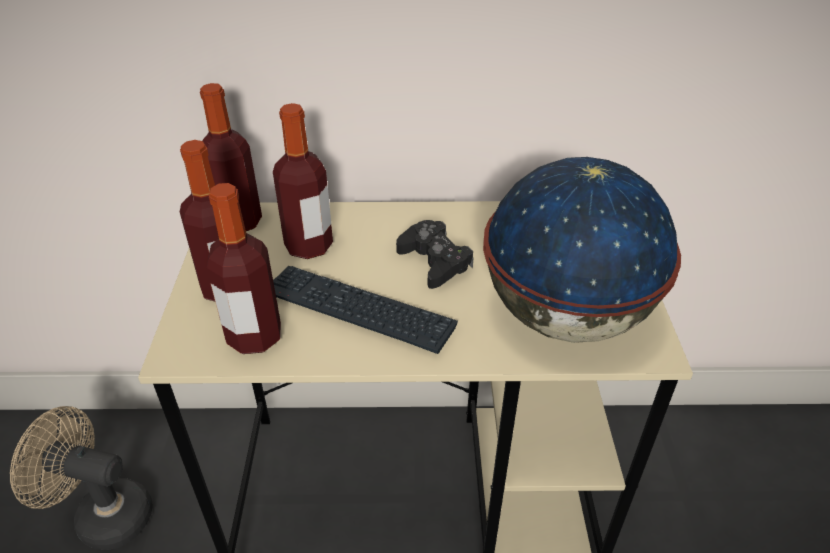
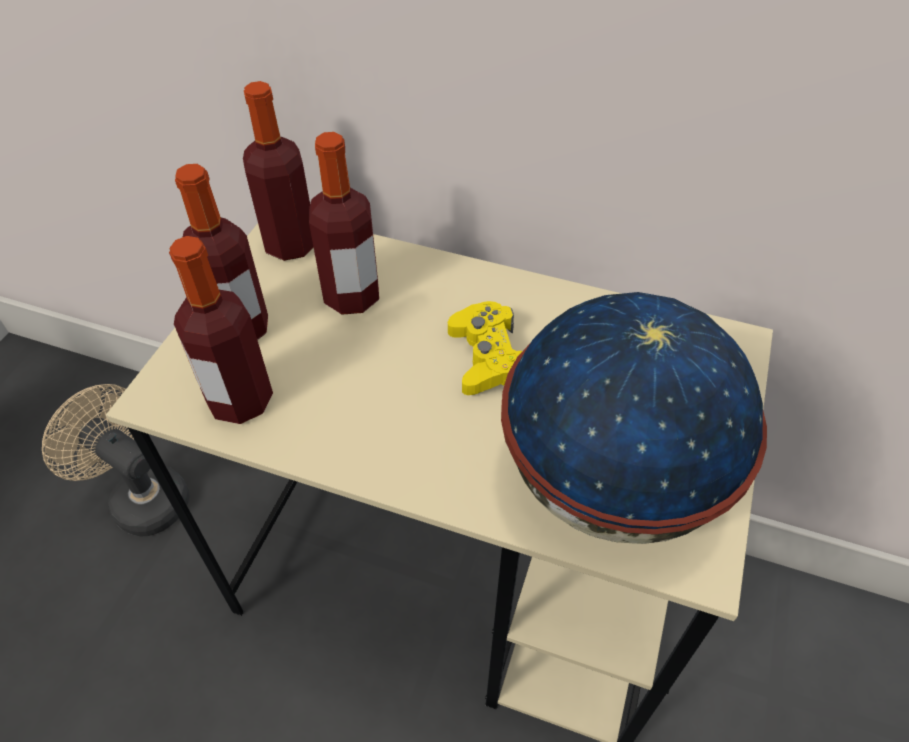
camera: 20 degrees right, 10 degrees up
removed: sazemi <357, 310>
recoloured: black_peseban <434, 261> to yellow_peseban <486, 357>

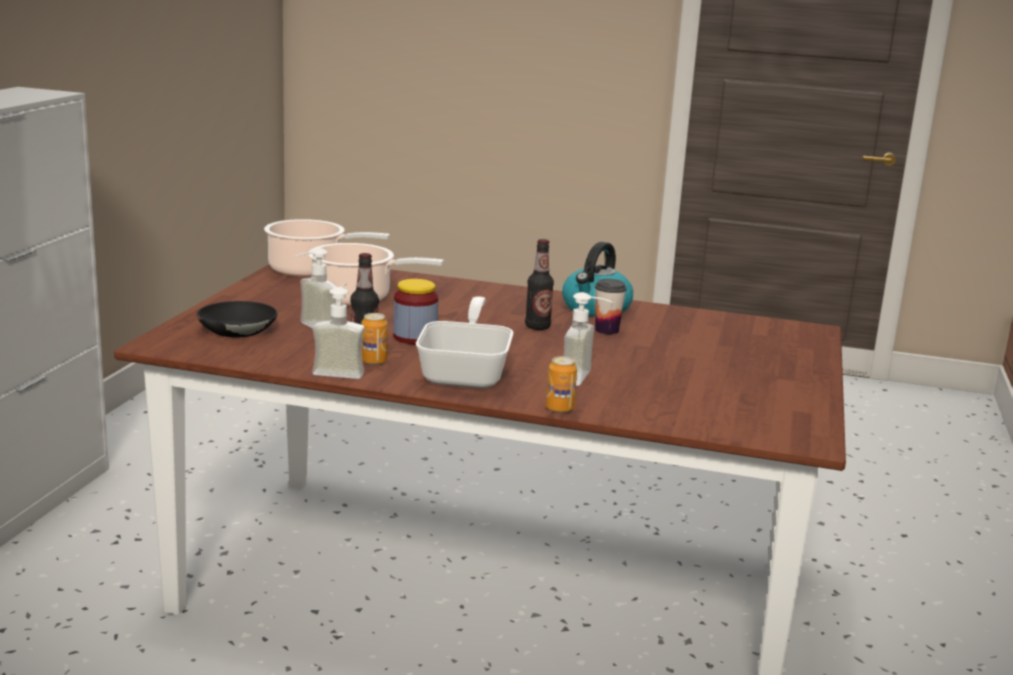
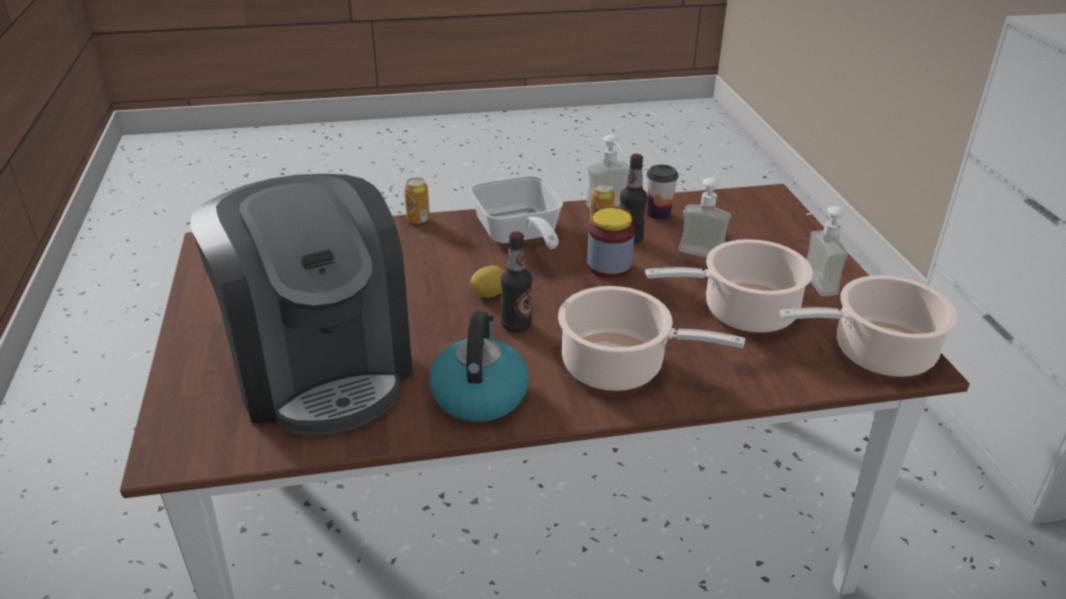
camera: 155 degrees right, 15 degrees up
removed: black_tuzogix <236, 329>
added: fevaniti <320, 368>; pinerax <489, 293>; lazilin <619, 367>
moved: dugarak <606, 330> to <658, 214>; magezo <586, 379> to <810, 284>

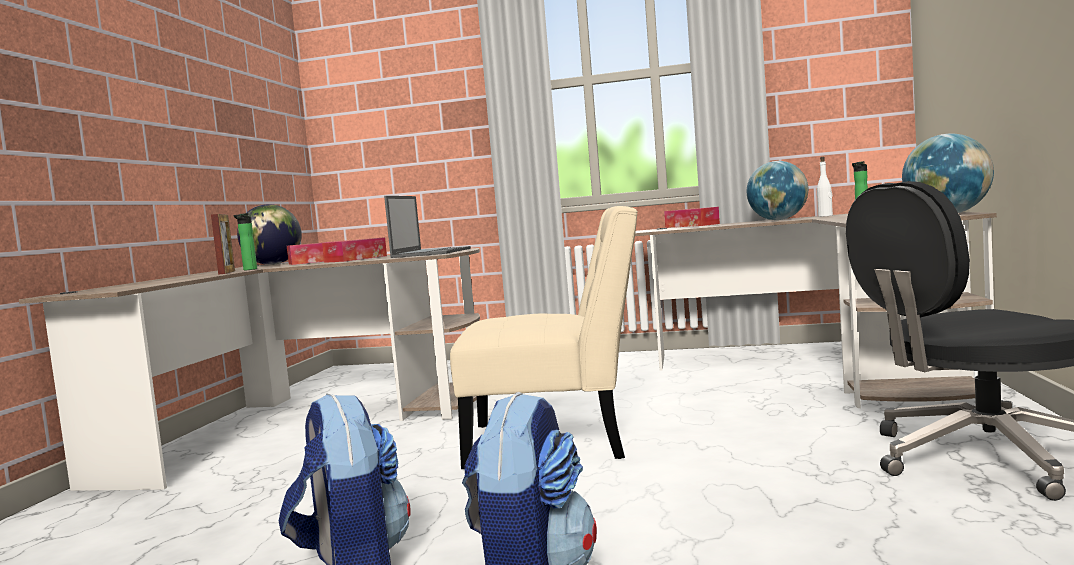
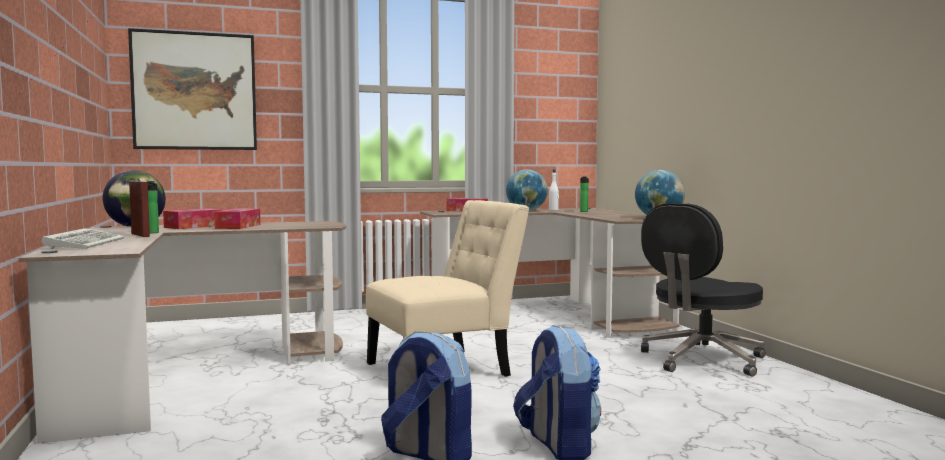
camera: 30 degrees left, 0 degrees up
removed: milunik <432, 253>
added: sazemi <85, 243>; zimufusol <195, 91>

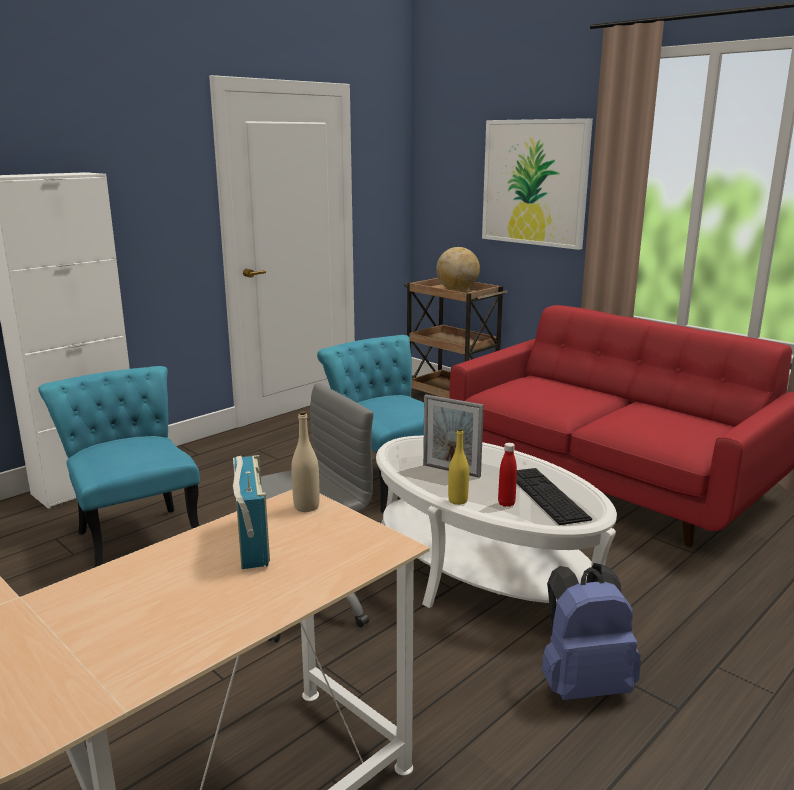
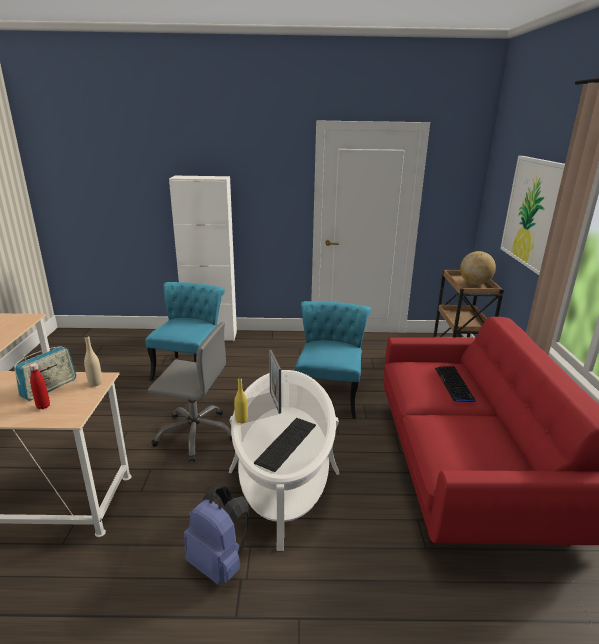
camera: 45 degrees right, 5 degrees up
added: sazemi <454, 384>
moved: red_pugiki <506, 503> to <43, 406>

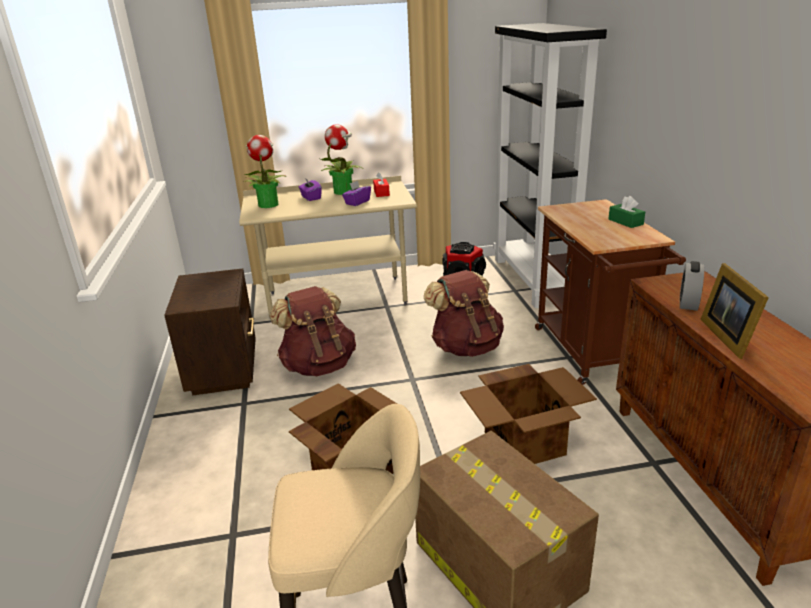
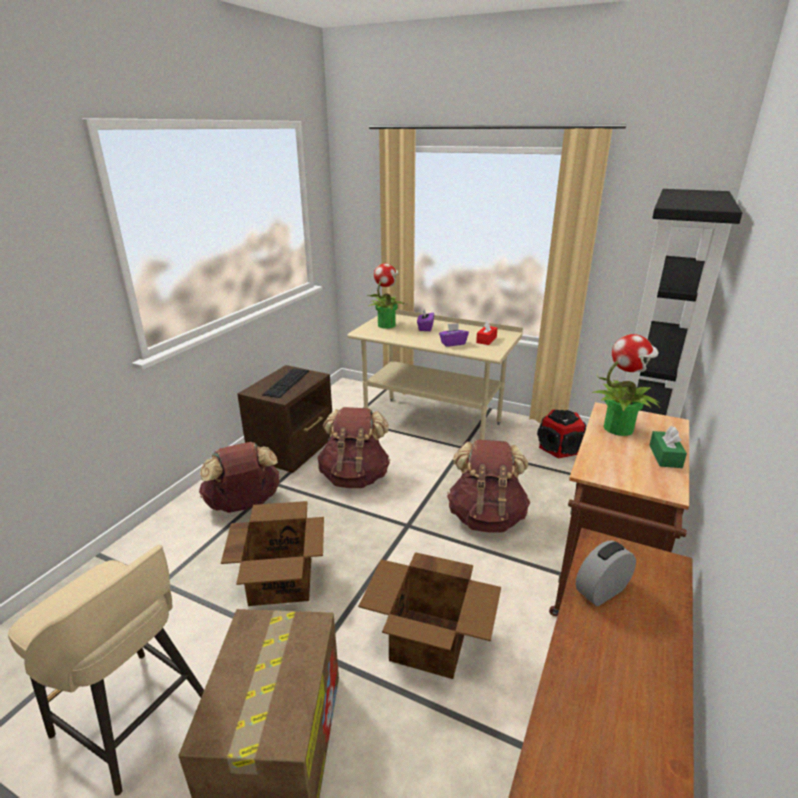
camera: 35 degrees right, 0 degrees up
removed: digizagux <728, 336>
added: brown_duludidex <244, 505>; sazemi <286, 382>
moved: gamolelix <343, 191> to <619, 428>

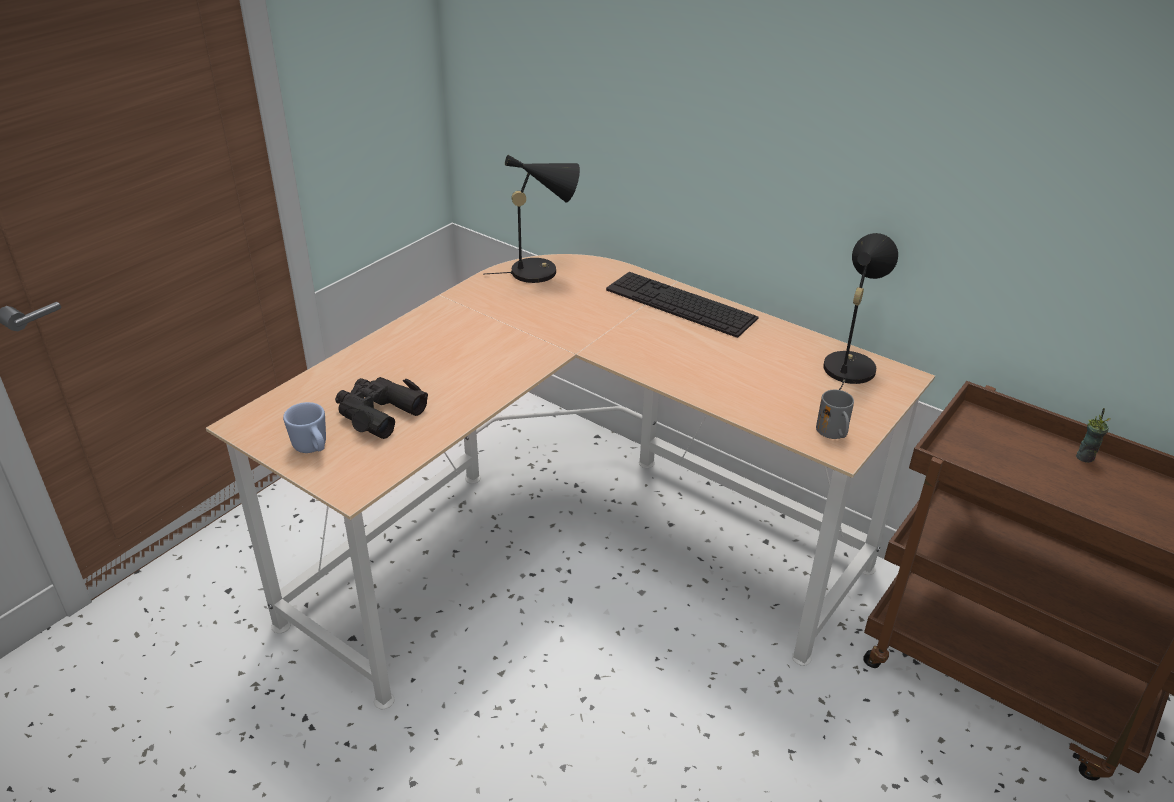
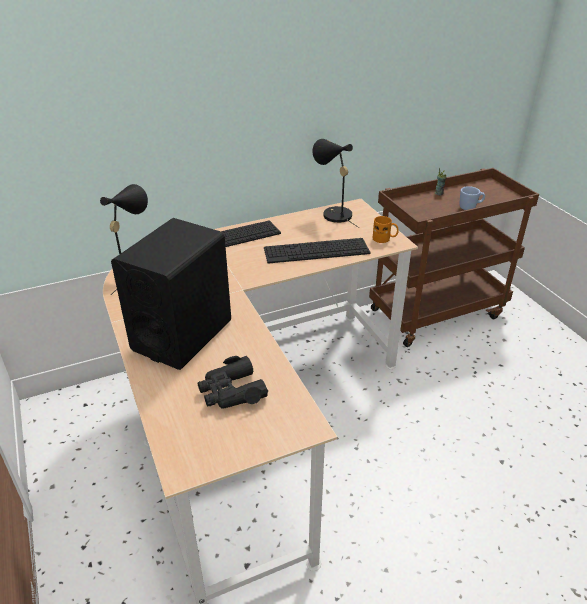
camera: 60 degrees left, 0 degrees up
added: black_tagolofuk <182, 335>; sazemi <316, 251>
moved: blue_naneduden <312, 448> to <470, 207>
recoloured: grey_naneduden <834, 433> to orange_naneduden <384, 239>

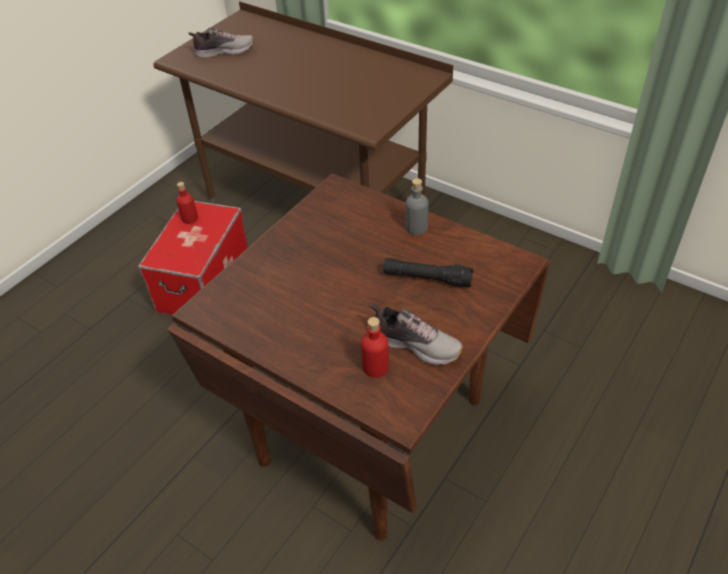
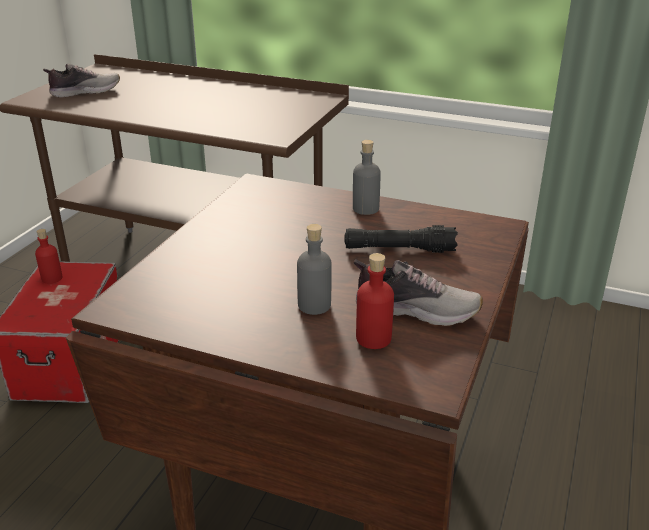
camera: 15 degrees left, 15 degrees down
added: grey_pugiki <314, 305>

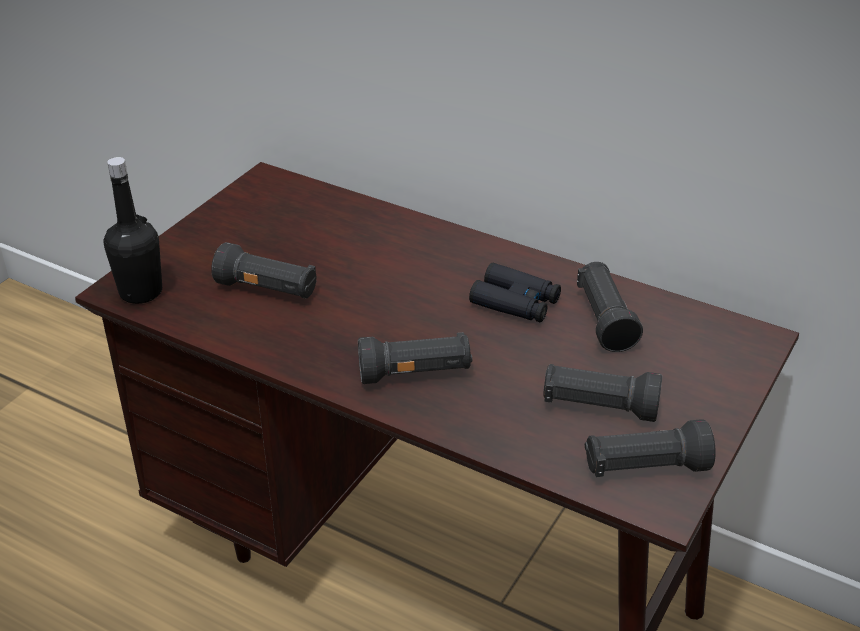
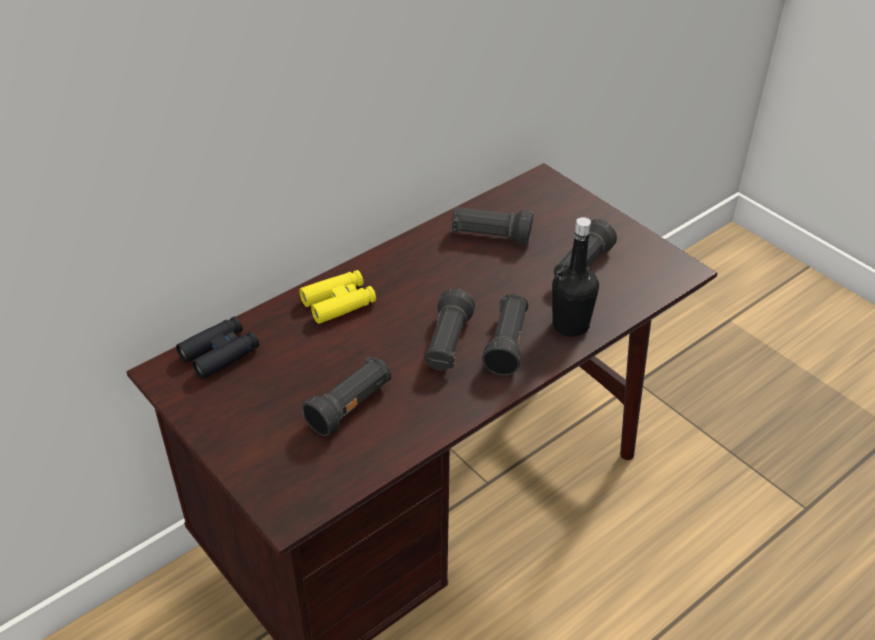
camera: 70 degrees left, 5 degrees up
added: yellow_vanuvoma <339, 303>
moved: black_vanuvoma <515, 302> to <220, 353>; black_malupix <645, 467> to <447, 344>; black_pugiki <141, 292> to <570, 325>

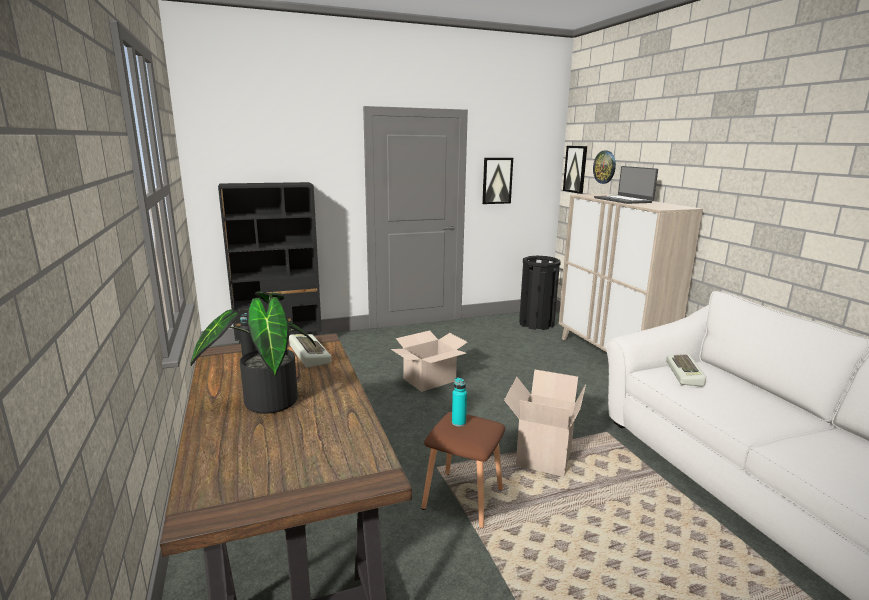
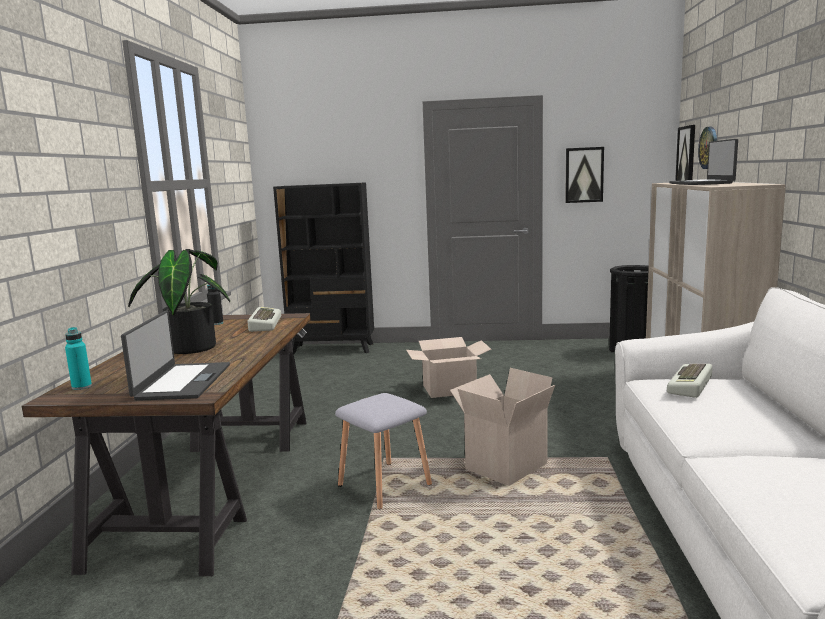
camera: 25 degrees right, 5 degrees down
added: milunik <182, 382>
moved: turquoise_pugiki <458, 423> to <81, 387>
recoloured: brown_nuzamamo <464, 498> to grey_nuzamamo <386, 485>

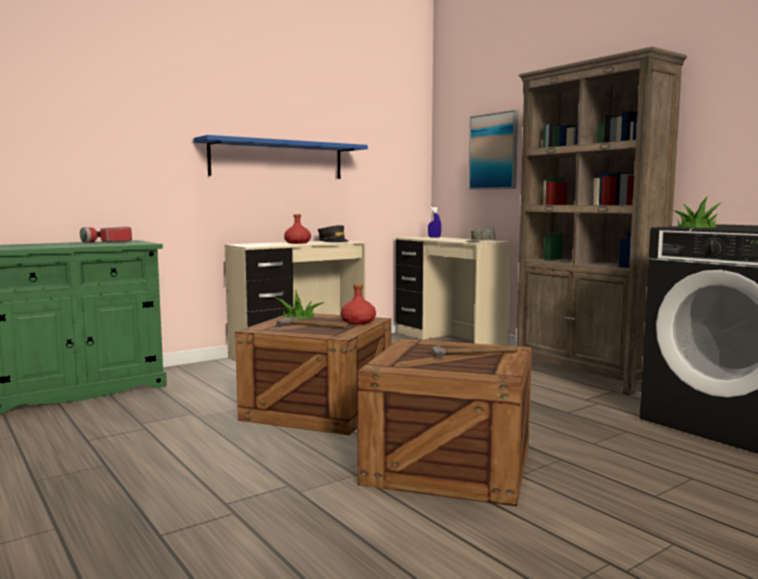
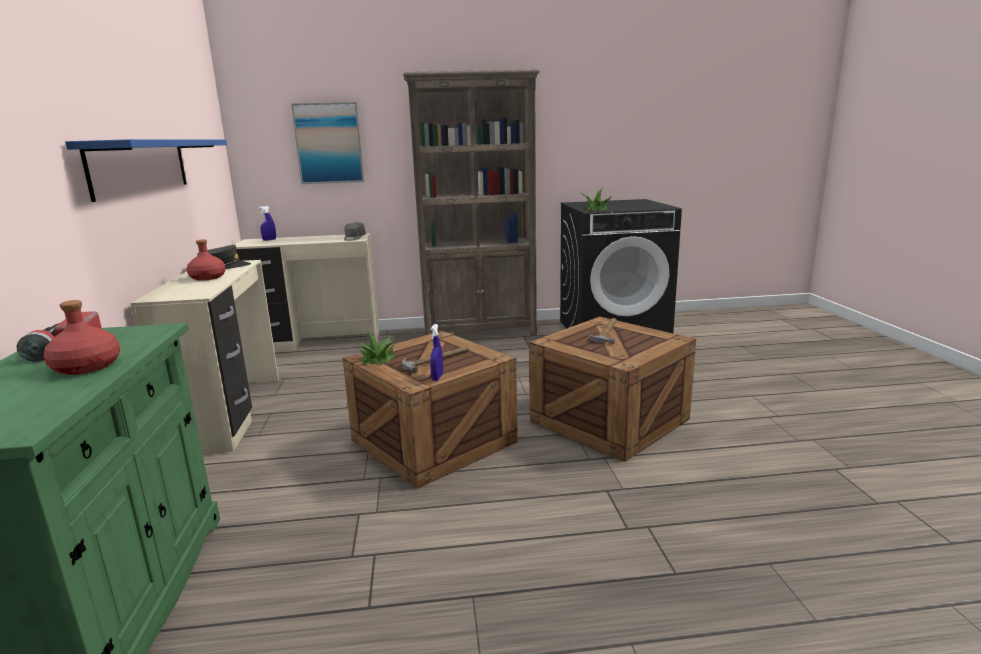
camera: 60 degrees left, 10 degrees up
added: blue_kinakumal <437, 377>
moved: red_pugiki <358, 322> to <87, 366>

